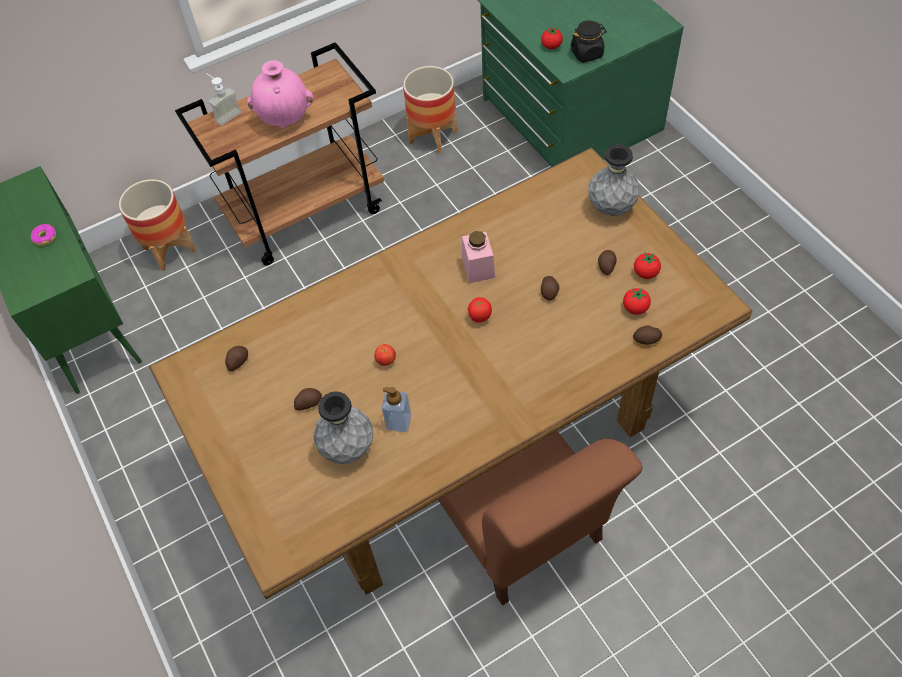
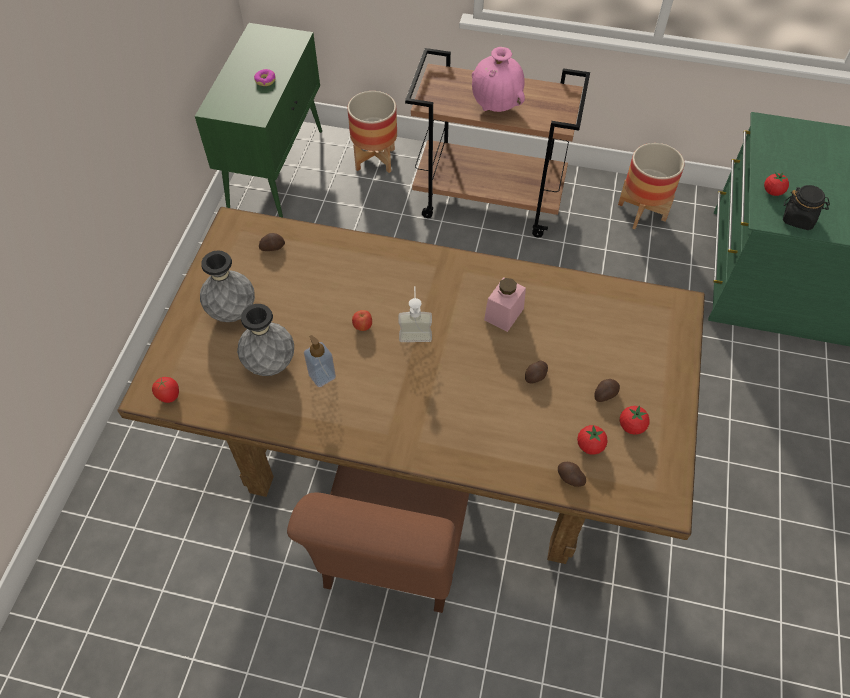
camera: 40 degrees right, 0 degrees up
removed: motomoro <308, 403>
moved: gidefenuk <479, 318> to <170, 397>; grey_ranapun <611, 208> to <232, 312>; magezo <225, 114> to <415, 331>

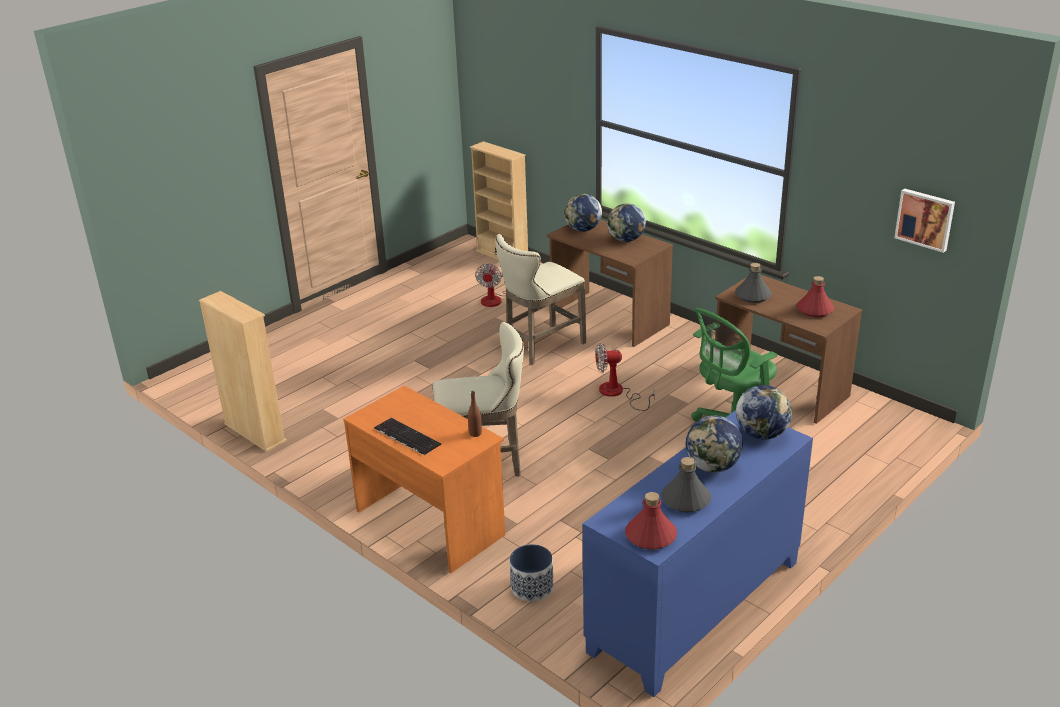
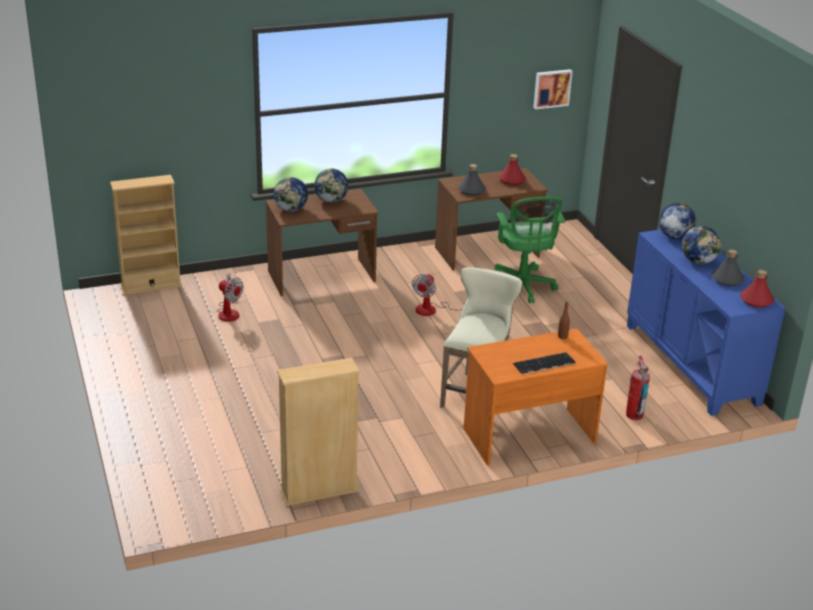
camera: 65 degrees left, 0 degrees up
removed: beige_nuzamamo <540, 347>
replaced: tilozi <532, 587> to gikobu <634, 415>

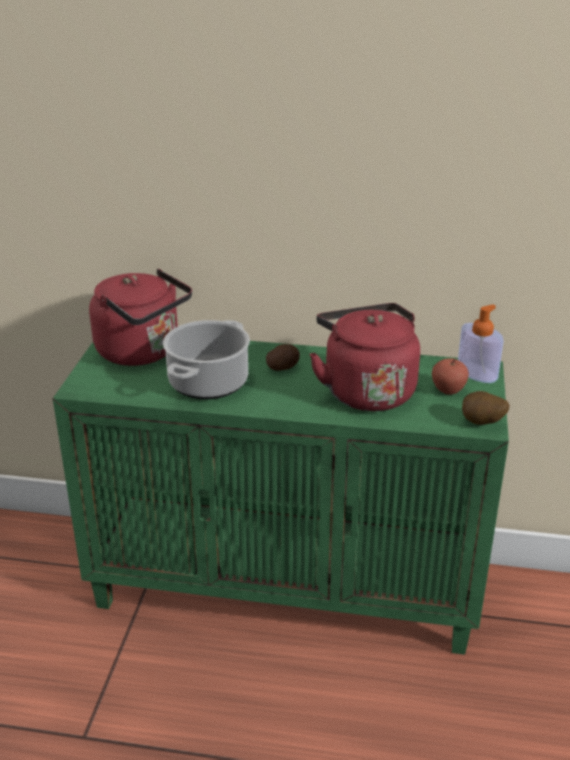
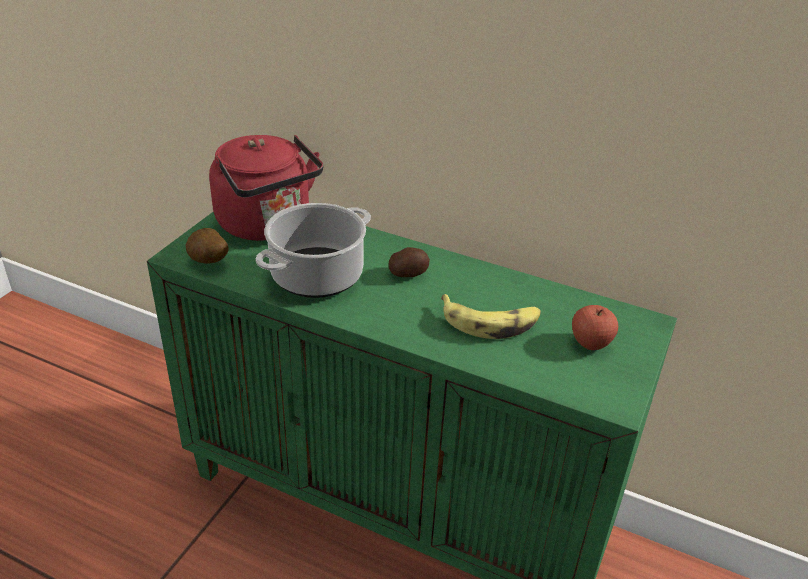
camera: 15 degrees right, 5 degrees up
removed: magezo <477, 373>
moved: motomoro <481, 424> to <208, 263>
replaced: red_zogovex <366, 390> to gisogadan <490, 322>

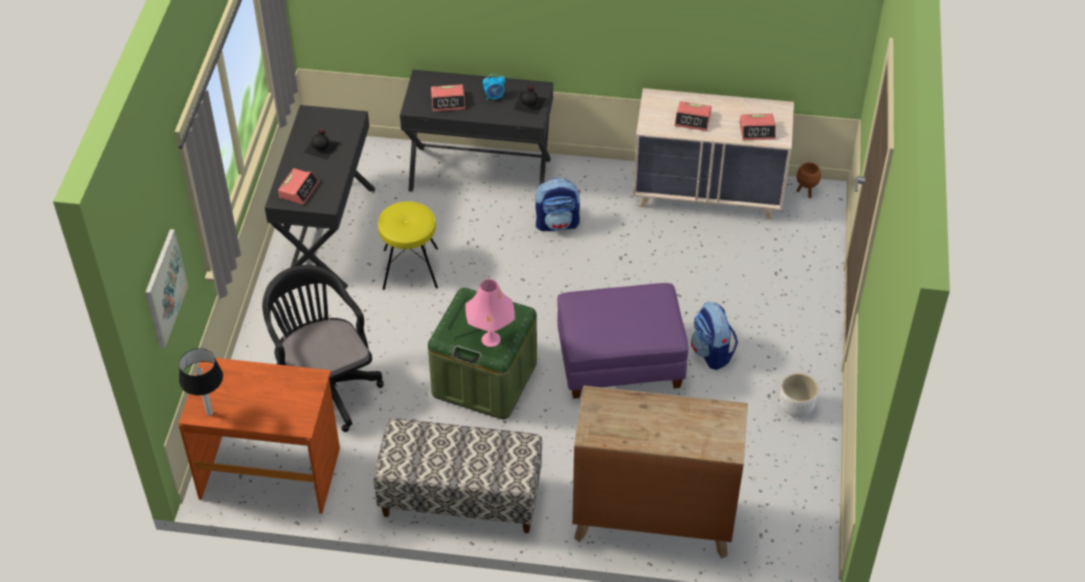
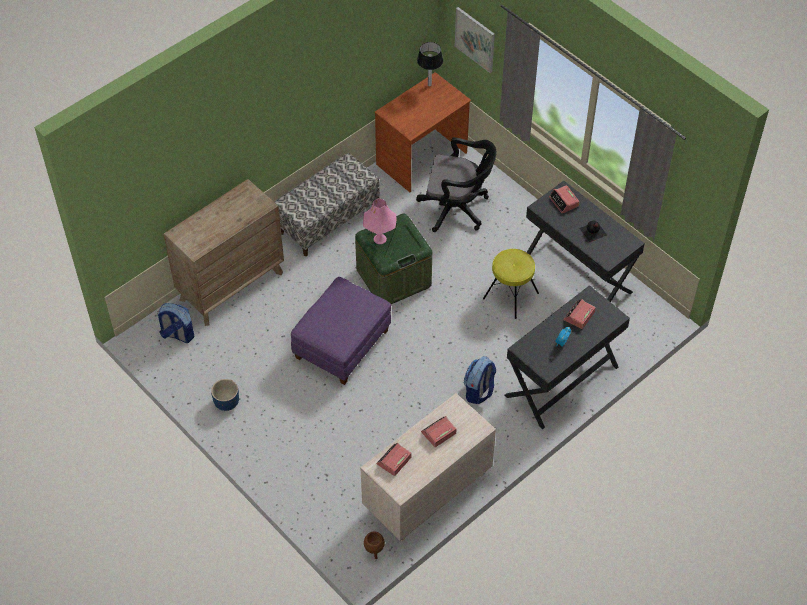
camera: 130 degrees right, 5 degrees up
removed: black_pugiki <530, 103>
moved: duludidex <712, 353> to <177, 335>
recoloured: white_tilozi <795, 407> to blue_tilozi <226, 402>

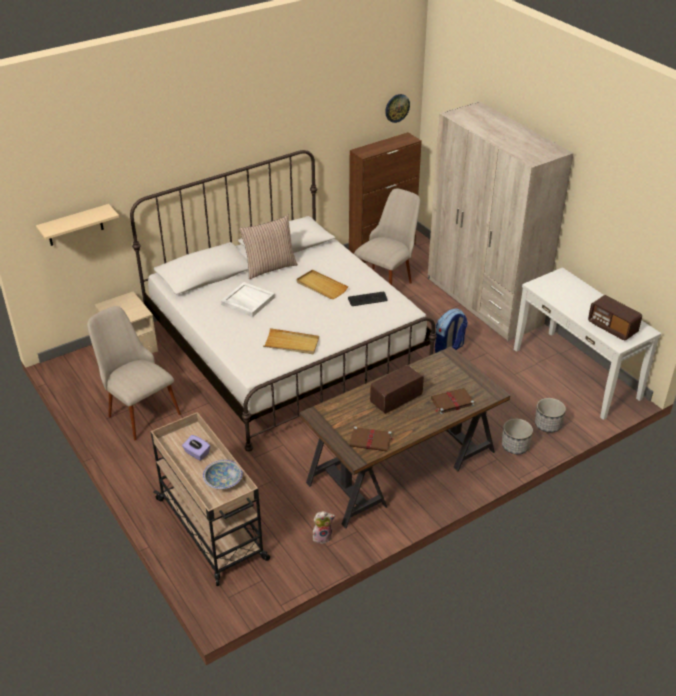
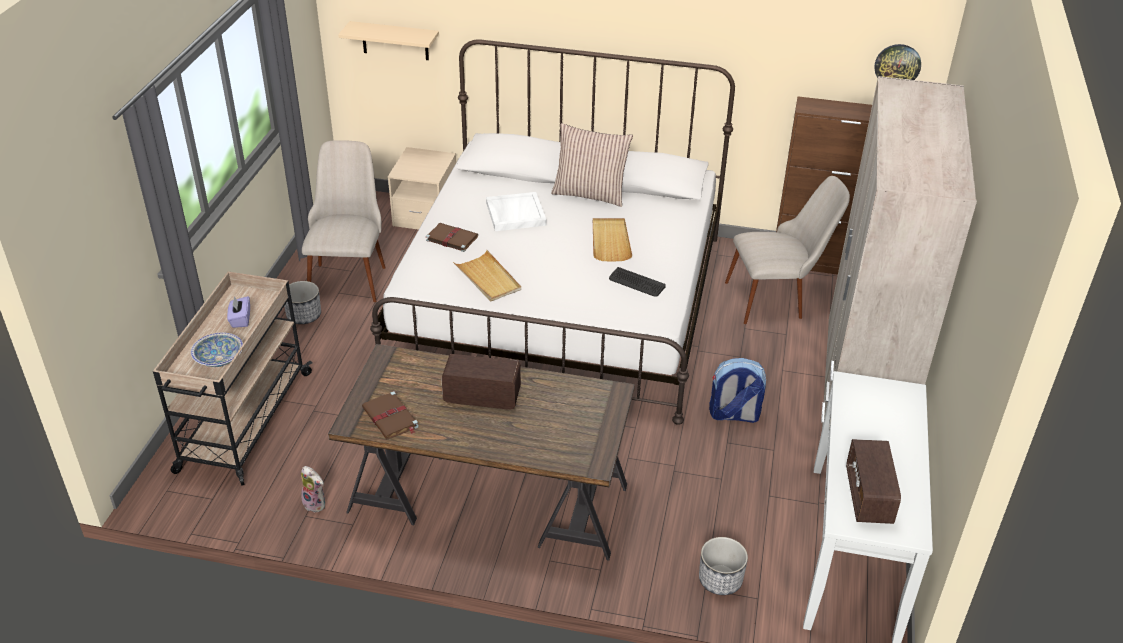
camera: 45 degrees right, 0 degrees up
moved: tilozi <515, 446> to <304, 316>; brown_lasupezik <451, 402> to <451, 238>

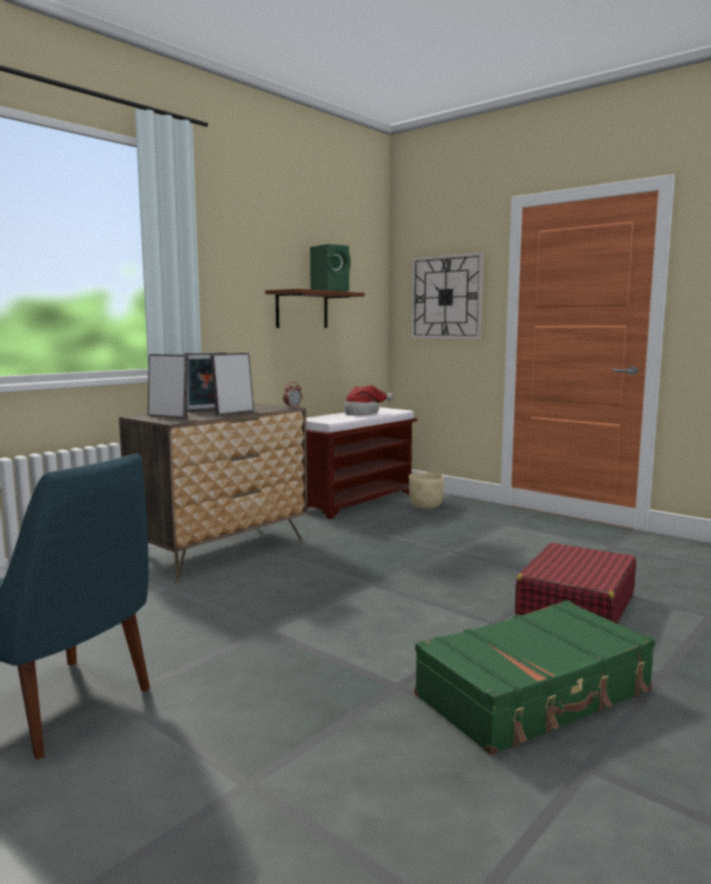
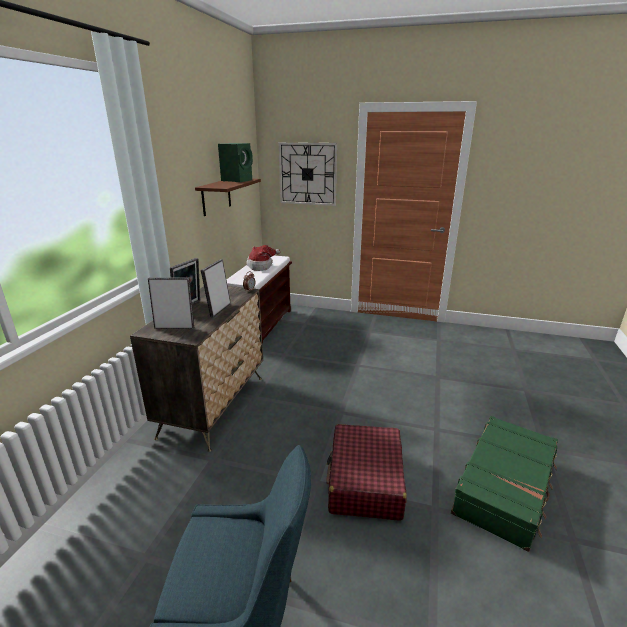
camera: 25 degrees left, 15 degrees up
removed: beige_tilozi <426, 506>
moved: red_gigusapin <575, 605> to <365, 481>

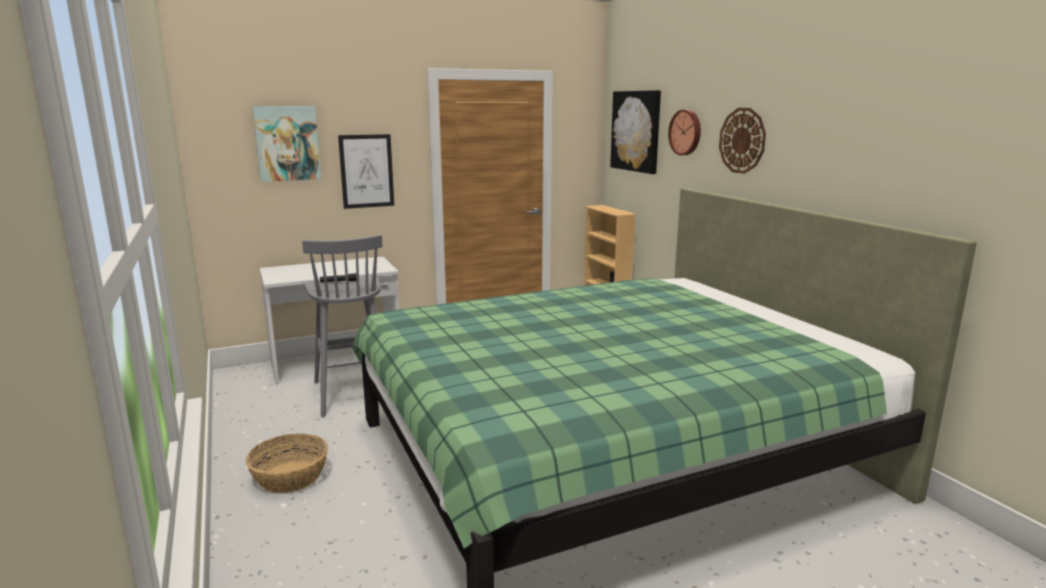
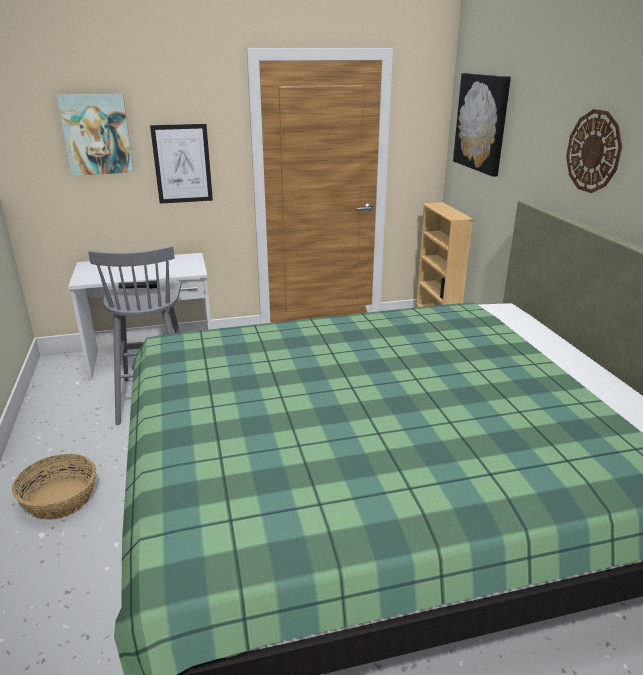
camera: 10 degrees right, 10 degrees up
removed: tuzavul <686, 132>

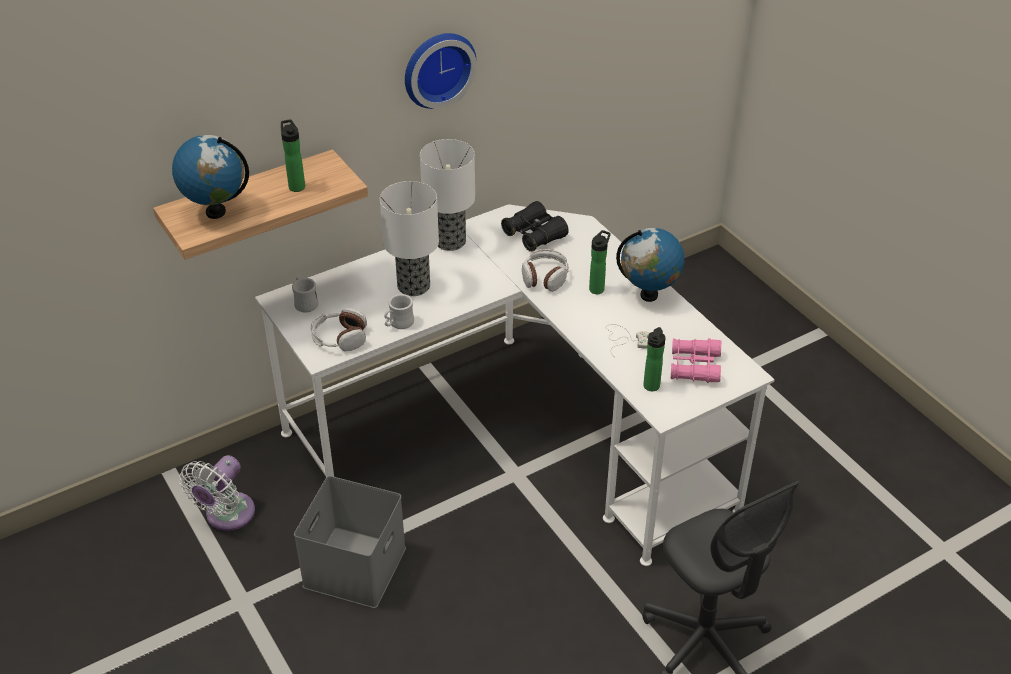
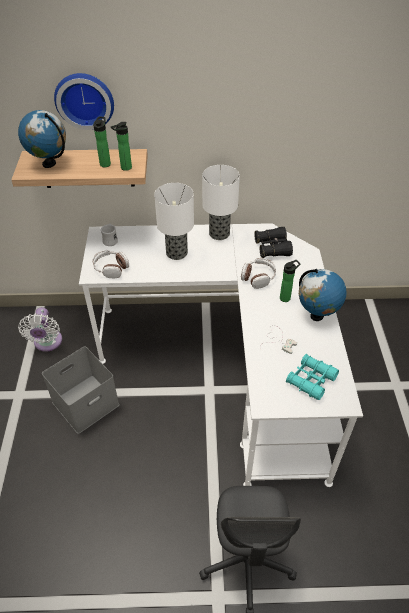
camera: 30 degrees right, 5 degrees up
removed: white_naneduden <398, 324>
moved: tuzavul <437, 68> to <85, 99>; pugiki <650, 387> to <124, 168>
recoloured: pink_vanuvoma <694, 366> to turquoise_vanuvoma <311, 380>
turned: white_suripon <227, 516> = <47, 343> 60 degrees counterclockwise

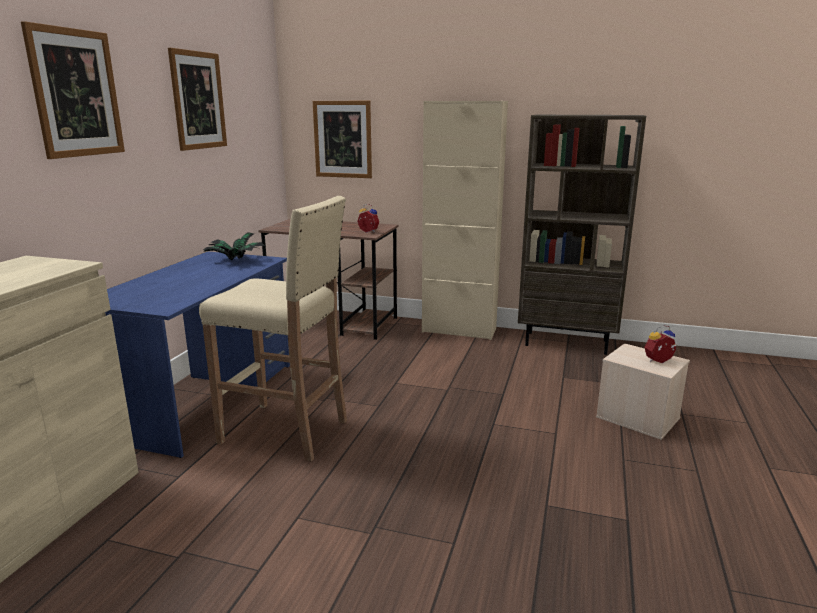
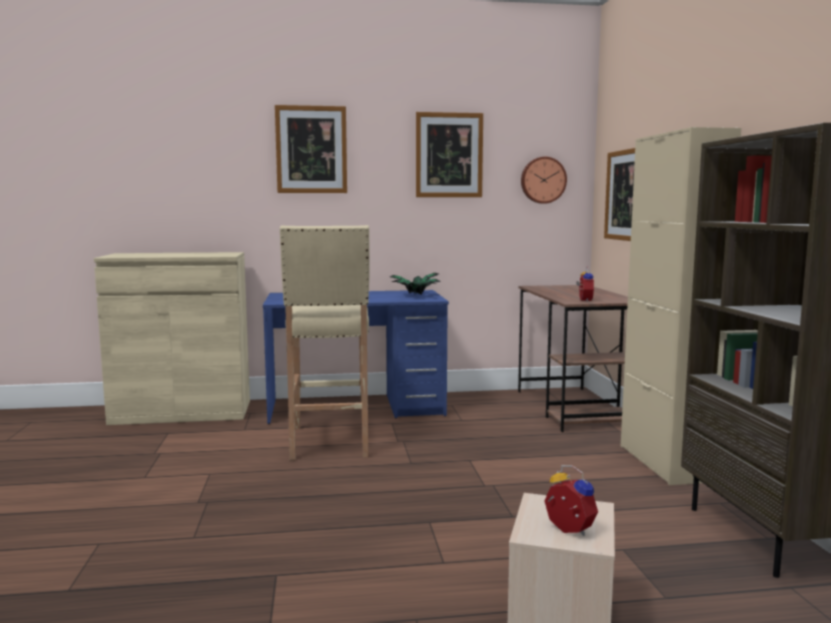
camera: 65 degrees right, 10 degrees down
added: tuzavul <543, 180>

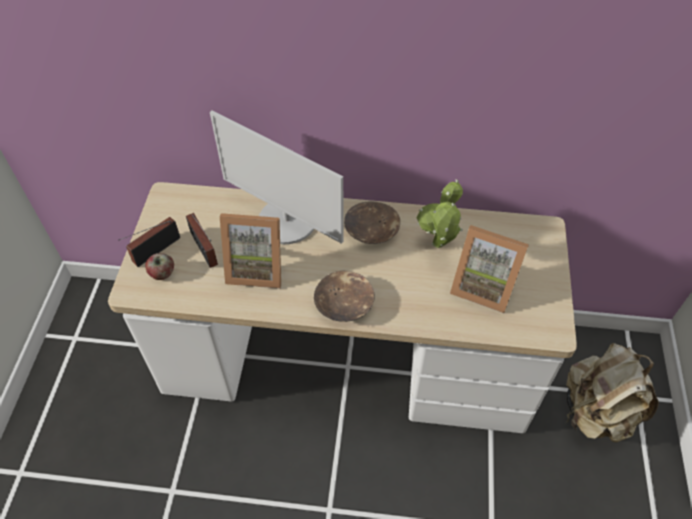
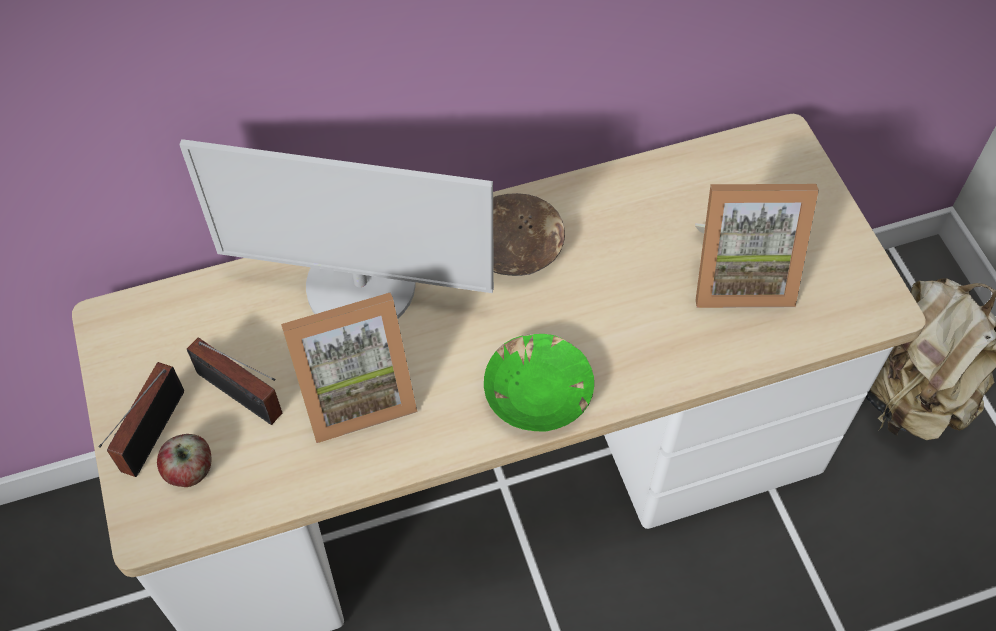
camera: 25 degrees left, 5 degrees up
removed: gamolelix <438, 247>
recoloured: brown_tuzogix <344, 303> to green_tuzogix <539, 393>

